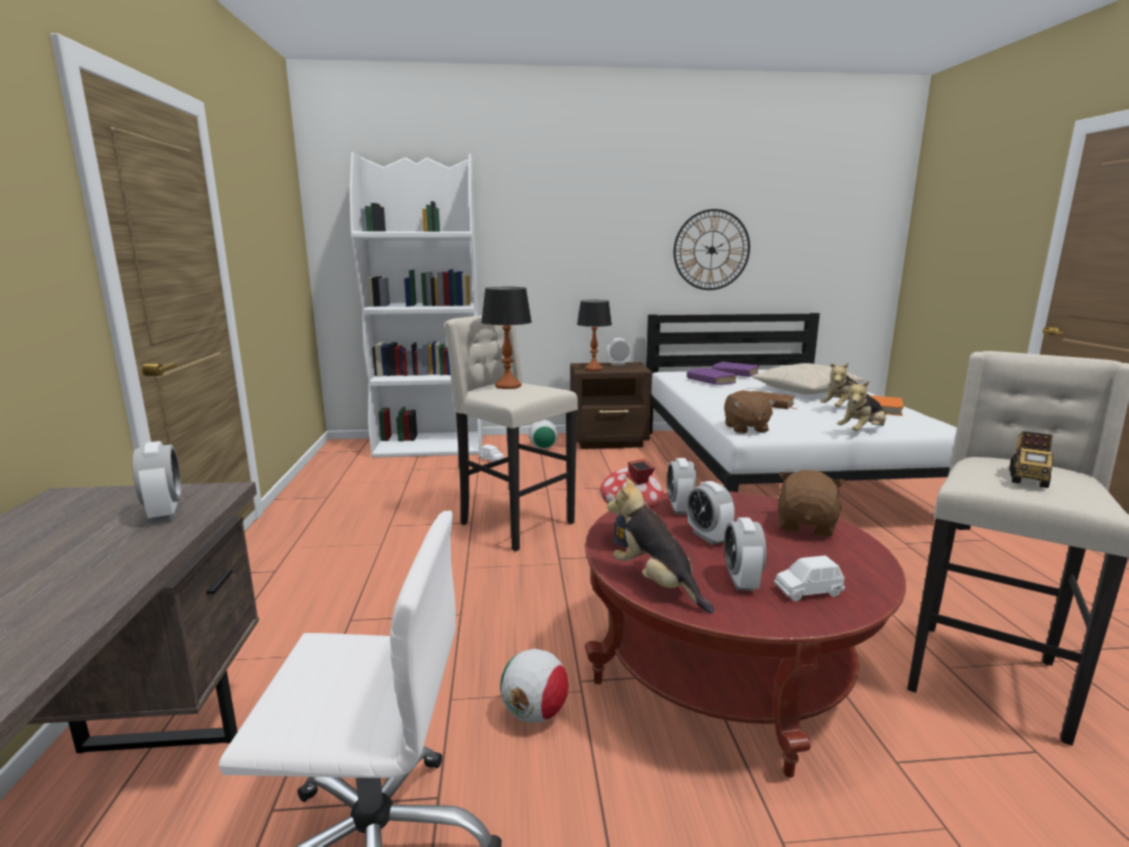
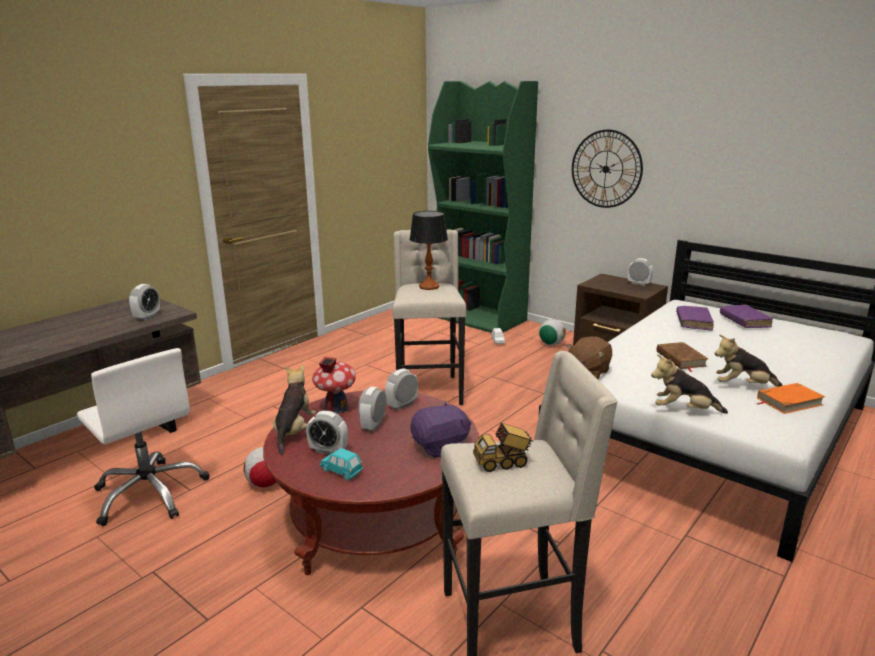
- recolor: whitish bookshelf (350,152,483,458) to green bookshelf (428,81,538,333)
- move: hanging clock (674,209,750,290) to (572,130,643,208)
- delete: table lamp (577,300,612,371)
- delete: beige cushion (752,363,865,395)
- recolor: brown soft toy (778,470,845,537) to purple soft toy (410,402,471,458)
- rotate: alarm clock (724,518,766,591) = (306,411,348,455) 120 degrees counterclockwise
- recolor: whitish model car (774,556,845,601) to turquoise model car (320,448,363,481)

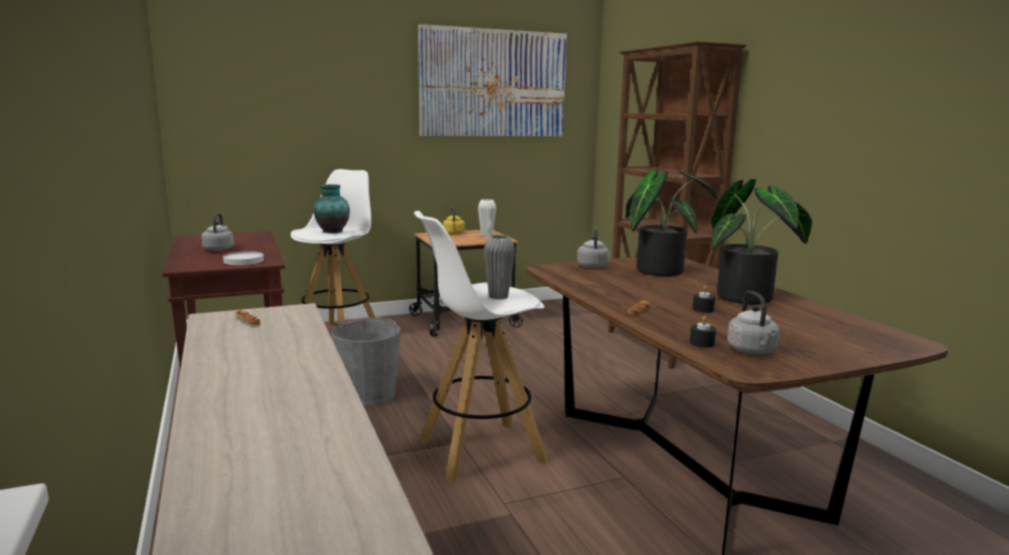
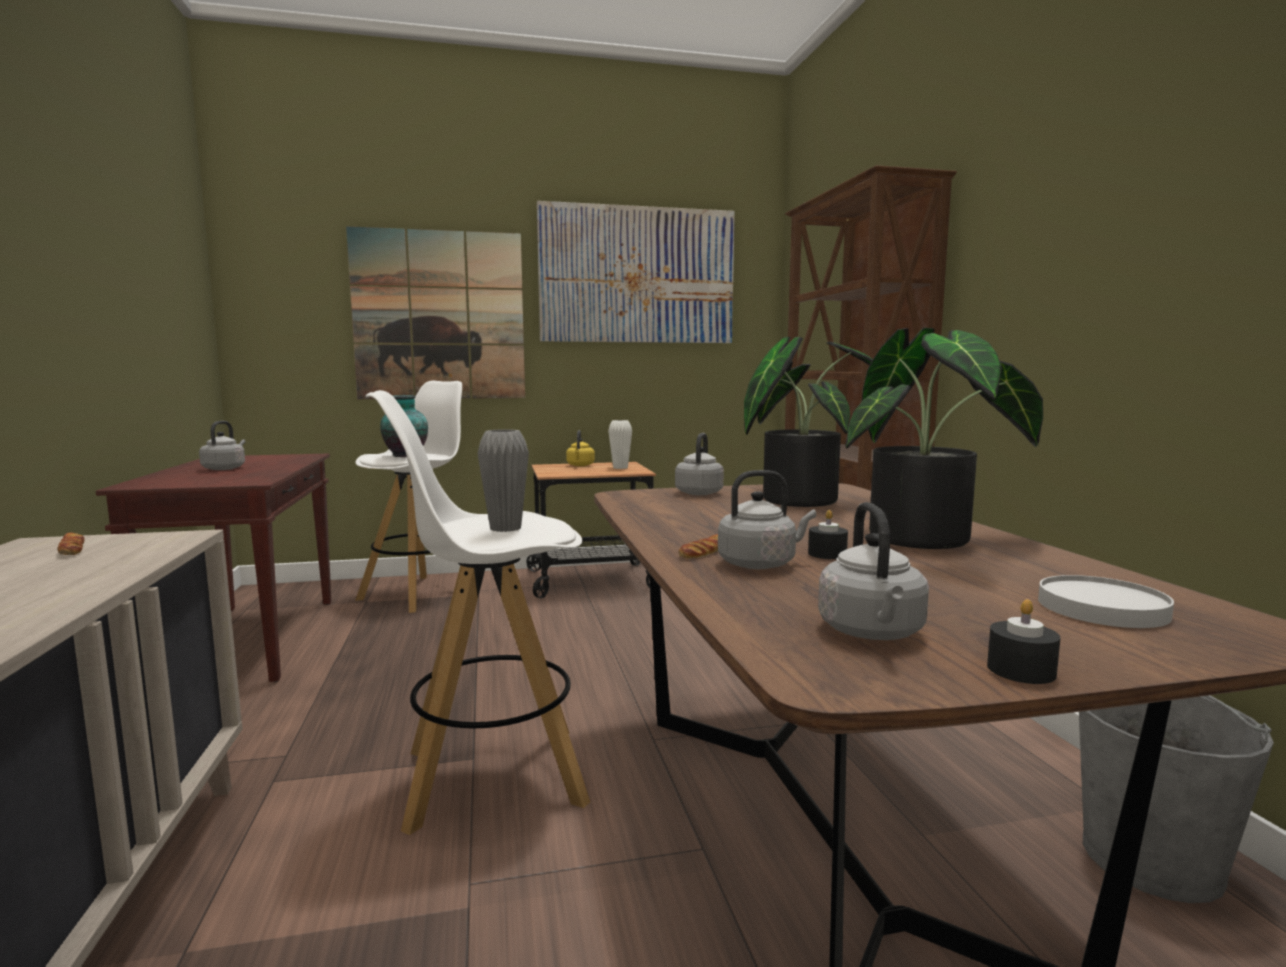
- move: whitish dinner plate (223,251,264,265) to (1038,575,1174,628)
- move: blackish wax light (690,315,716,348) to (987,599,1060,684)
- move: greyish water bucket (332,318,401,406) to (1079,695,1274,903)
- insert: picture (346,226,525,399)
- insert: greyish tea kettle (718,470,816,569)

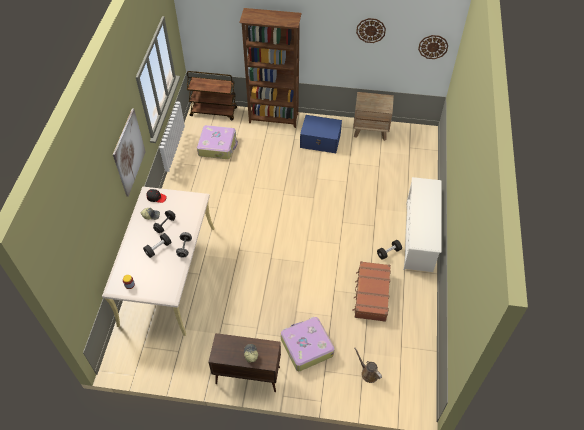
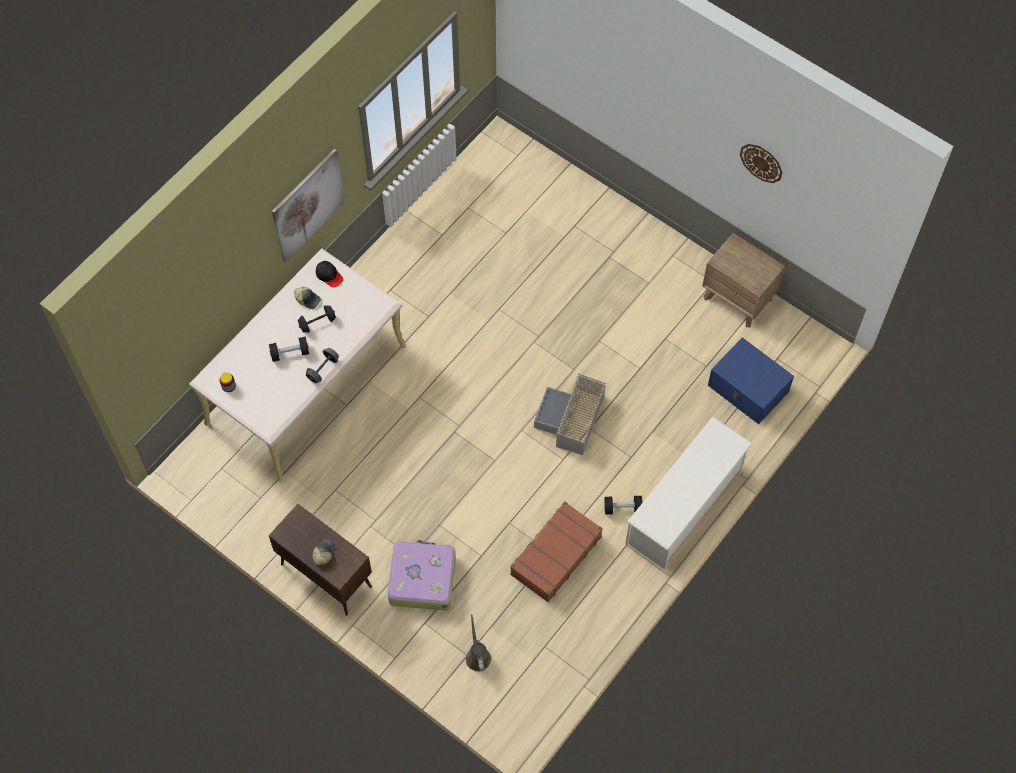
- delete: brown bookshelf (239,8,302,128)
- delete: hanging clock (418,35,448,59)
- delete: brown cart (187,71,237,120)
- move: blue-coloured storage box (300,115,342,153) to (708,337,794,424)
- delete: piece of luggage (197,125,238,159)
- insert: greyish storage box (534,374,606,455)

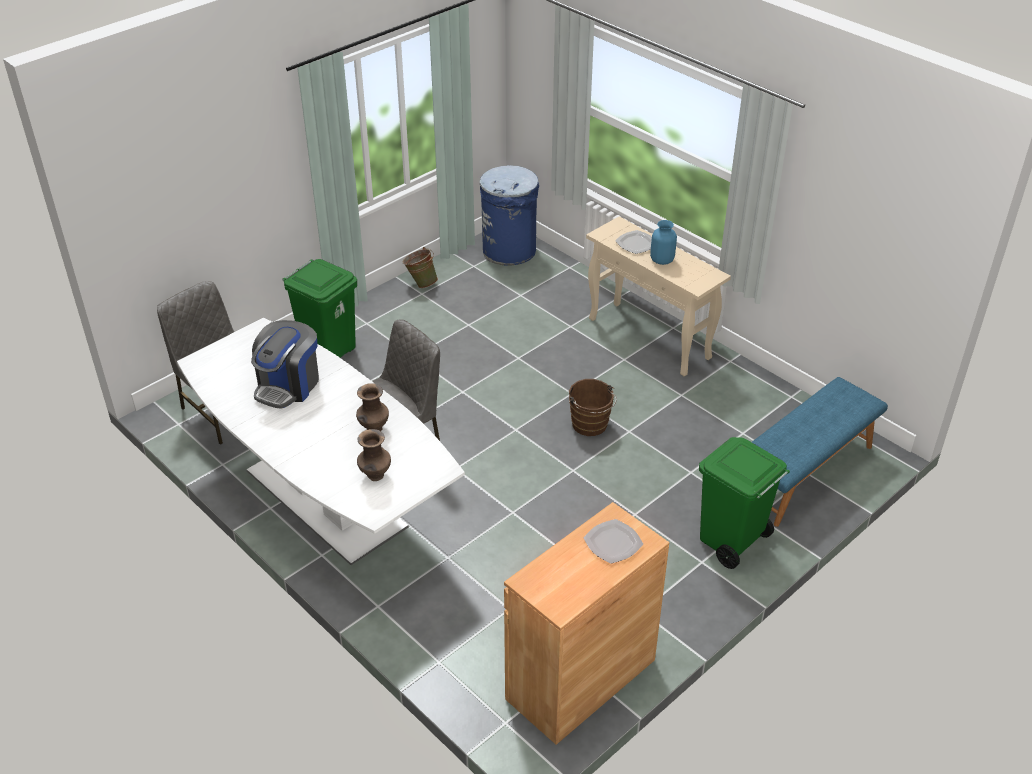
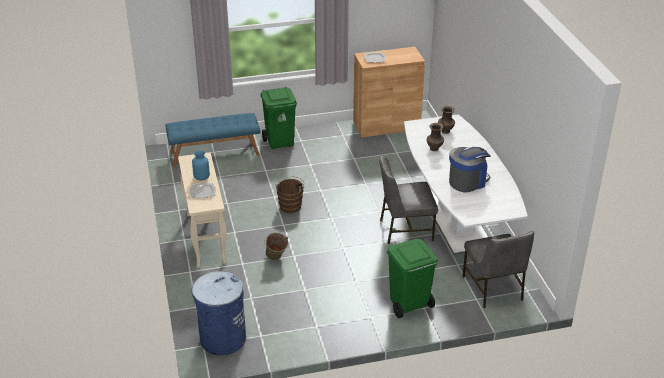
- move: green water bucket (403,247,438,288) to (264,232,288,260)

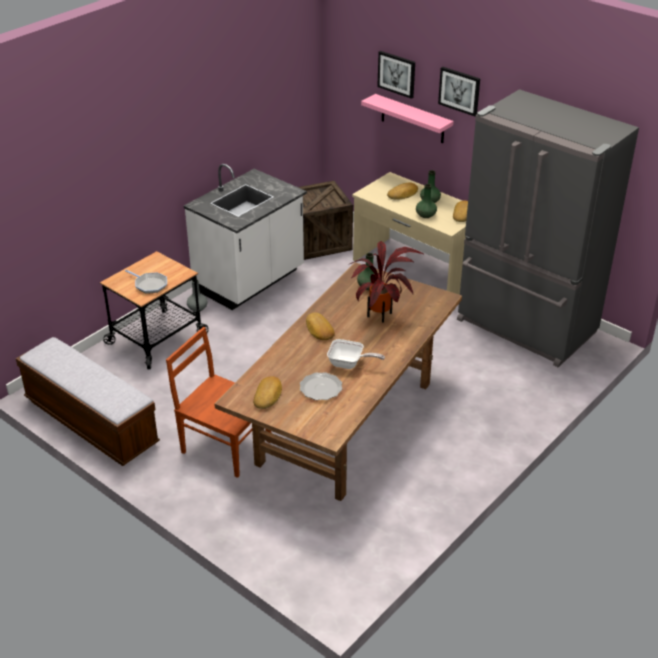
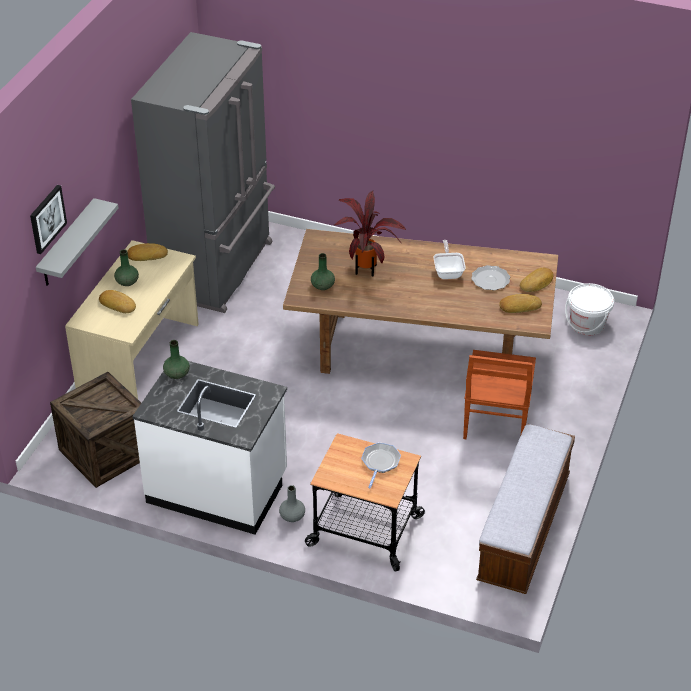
- delete: picture (438,67,480,116)
- recolor: pinkish shelf (361,94,454,143) to greyish shelf (36,198,118,286)
- move: green flower vase (416,184,437,218) to (163,340,190,379)
- move: bread (306,312,335,340) to (520,268,554,292)
- insert: whitish water bucket (565,283,614,335)

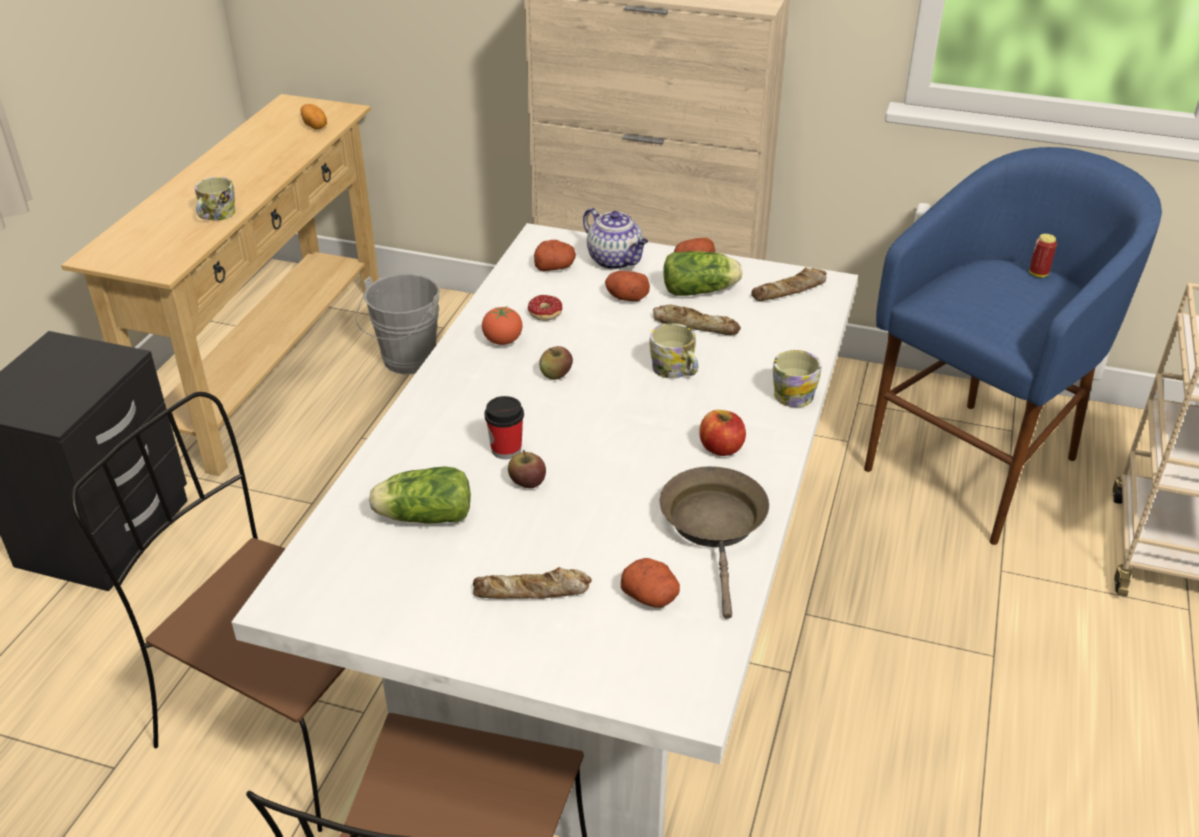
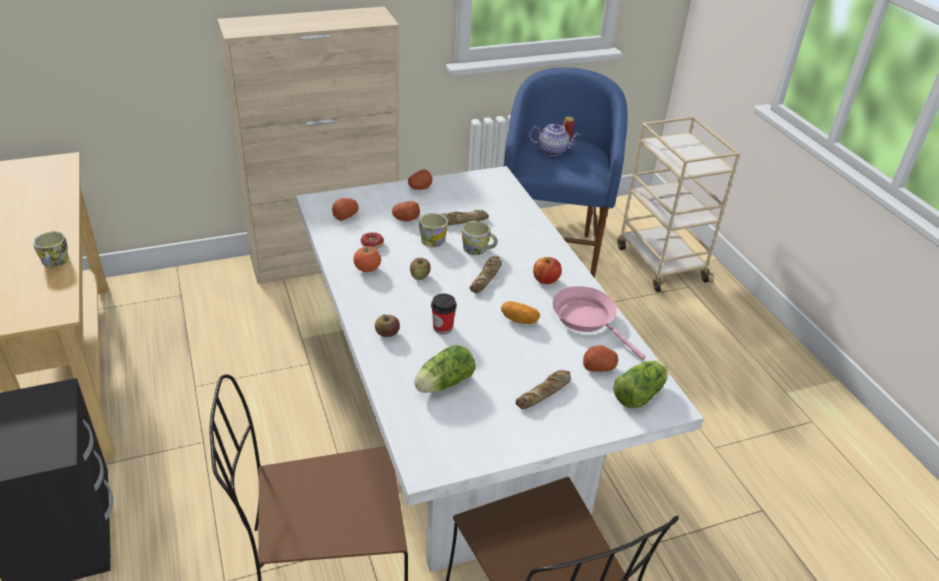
- move: spud (300,104,327,129) to (501,301,540,324)
- move: teapot (583,208,648,269) to (529,123,581,156)
- move: lettuce (663,251,742,296) to (613,361,668,408)
- move: bread (751,267,827,301) to (470,256,502,293)
- delete: greyish water bucket (356,273,440,374)
- move: coffee mug (773,350,822,407) to (419,213,448,247)
- move: apple (508,450,546,488) to (375,314,400,337)
- recolor: brown skillet (660,466,769,619) to pinkish skillet (552,286,646,360)

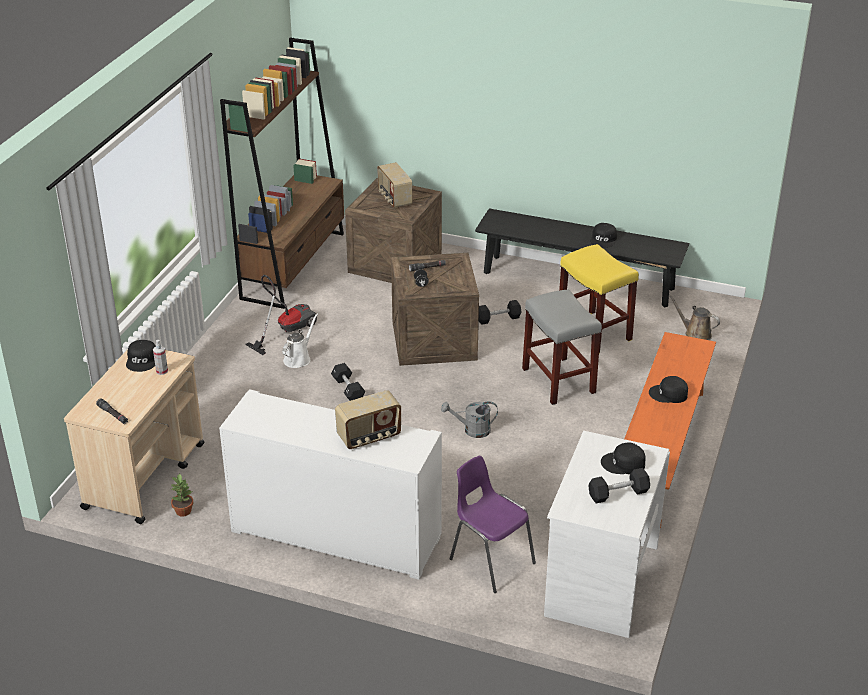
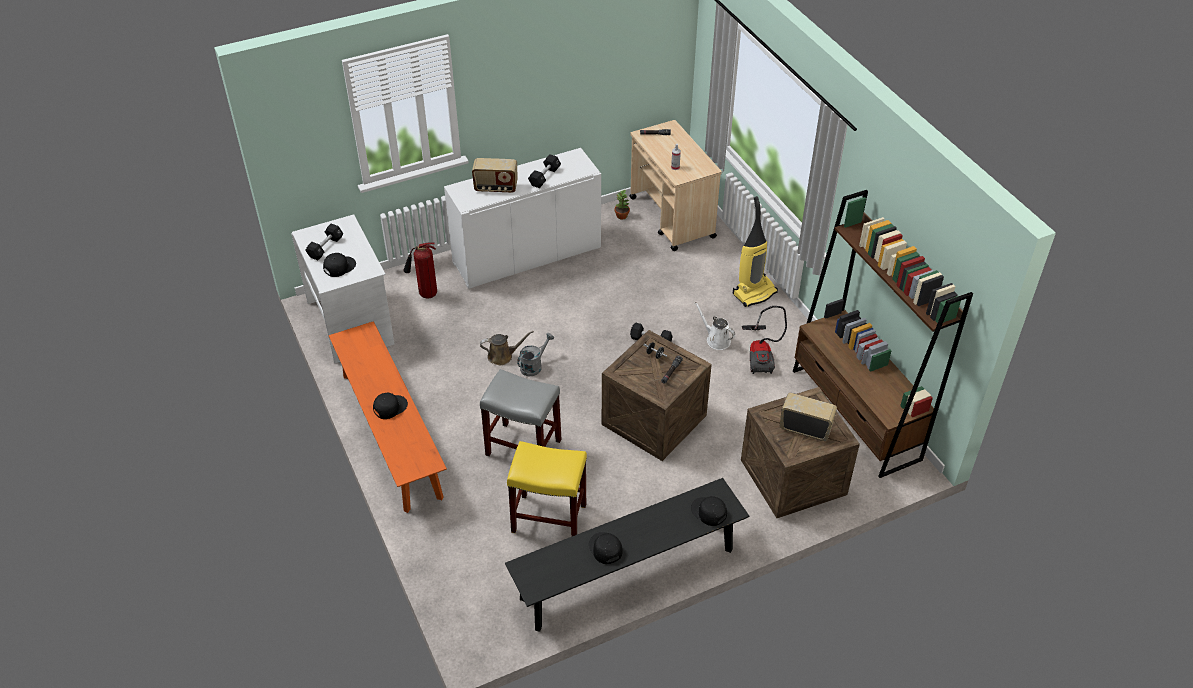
- move: brown watering can (668,294,720,340) to (480,331,534,365)
- move: blackish free weight (479,300,521,325) to (528,154,561,188)
- rotate: whitish watering can (282,314,318,368) = (695,302,735,350) 150 degrees clockwise
- move: blackish peaked cap (126,340,156,372) to (691,496,727,526)
- rotate: radio (335,390,401,449) = (472,158,518,193) 105 degrees counterclockwise
- replace: purple chair (450,455,536,593) to fire-fighting cylinder (403,243,437,299)
- insert: vacuum cleaner (733,196,778,307)

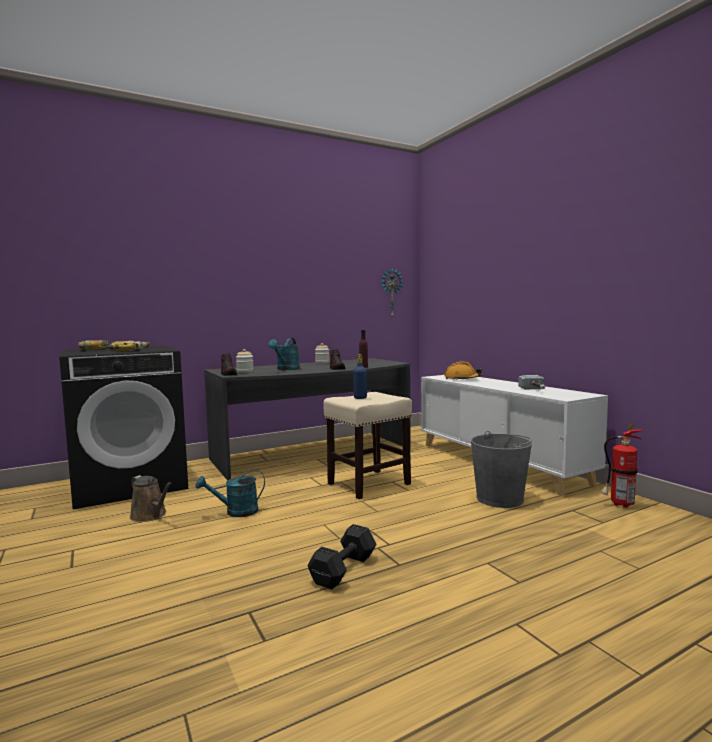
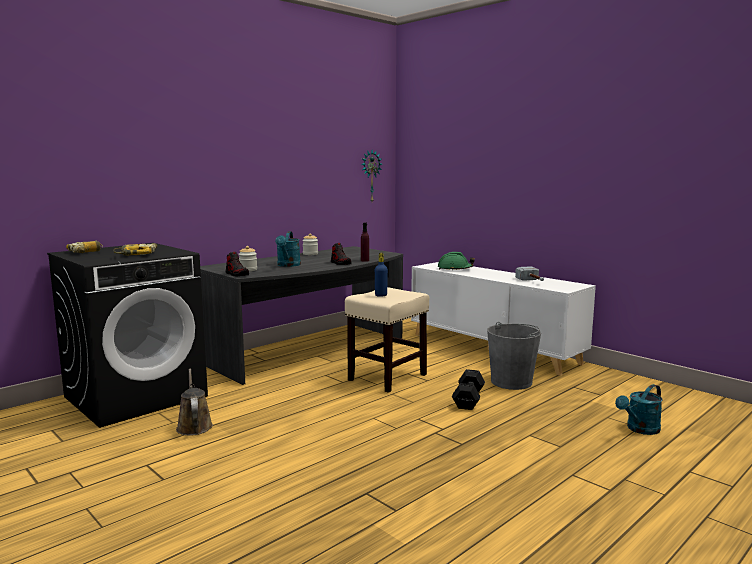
- recolor: orange safety helmet (444,361,482,379) to green safety helmet (438,252,475,271)
- delete: fire-fighting cylinder (600,424,643,508)
- move: turquoise watering can (195,470,265,517) to (615,384,663,435)
- rotate: brown watering can (130,475,172,522) = (176,369,213,436) 135 degrees counterclockwise
- move: blackish free weight (307,524,377,590) to (452,369,485,410)

